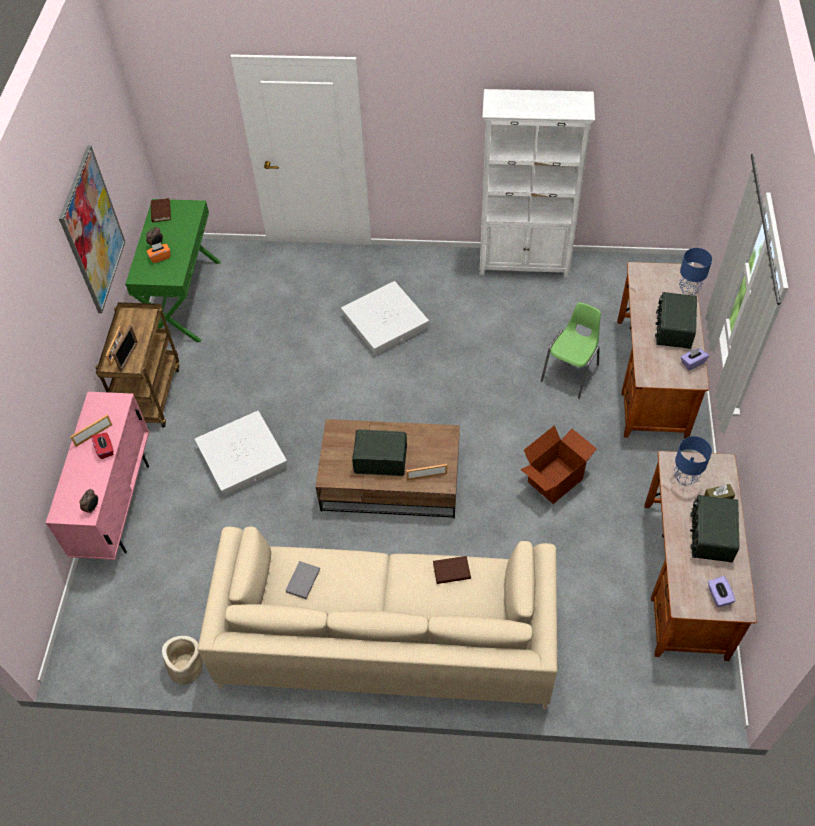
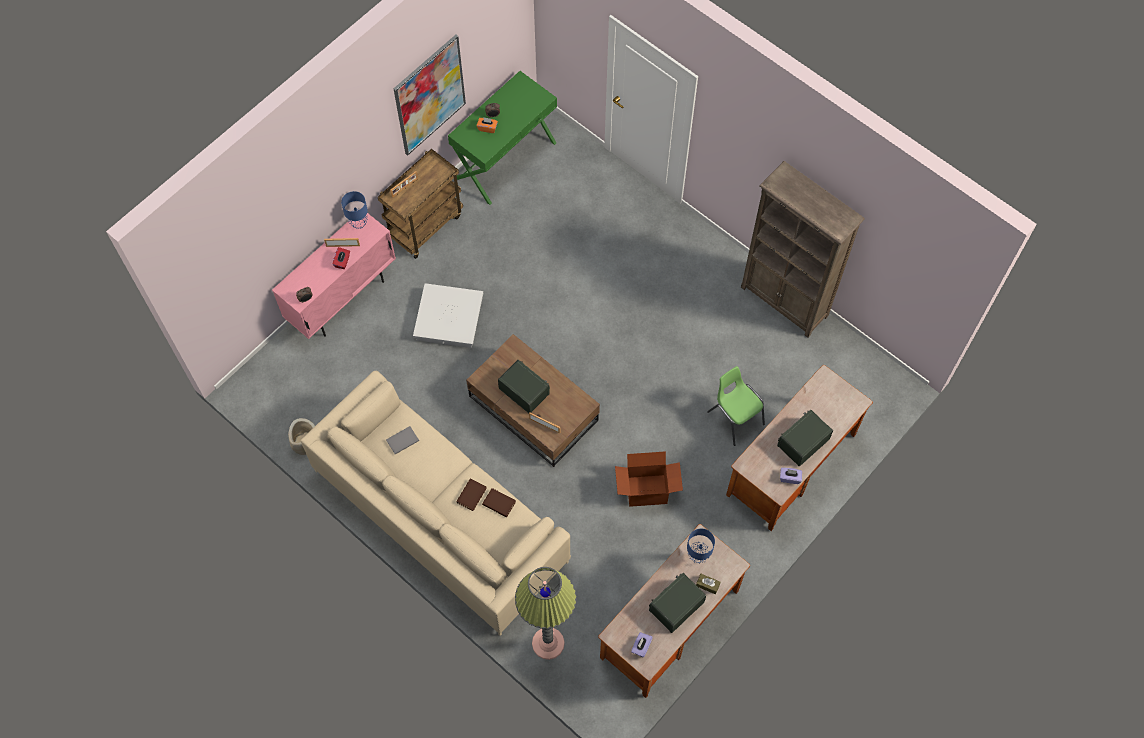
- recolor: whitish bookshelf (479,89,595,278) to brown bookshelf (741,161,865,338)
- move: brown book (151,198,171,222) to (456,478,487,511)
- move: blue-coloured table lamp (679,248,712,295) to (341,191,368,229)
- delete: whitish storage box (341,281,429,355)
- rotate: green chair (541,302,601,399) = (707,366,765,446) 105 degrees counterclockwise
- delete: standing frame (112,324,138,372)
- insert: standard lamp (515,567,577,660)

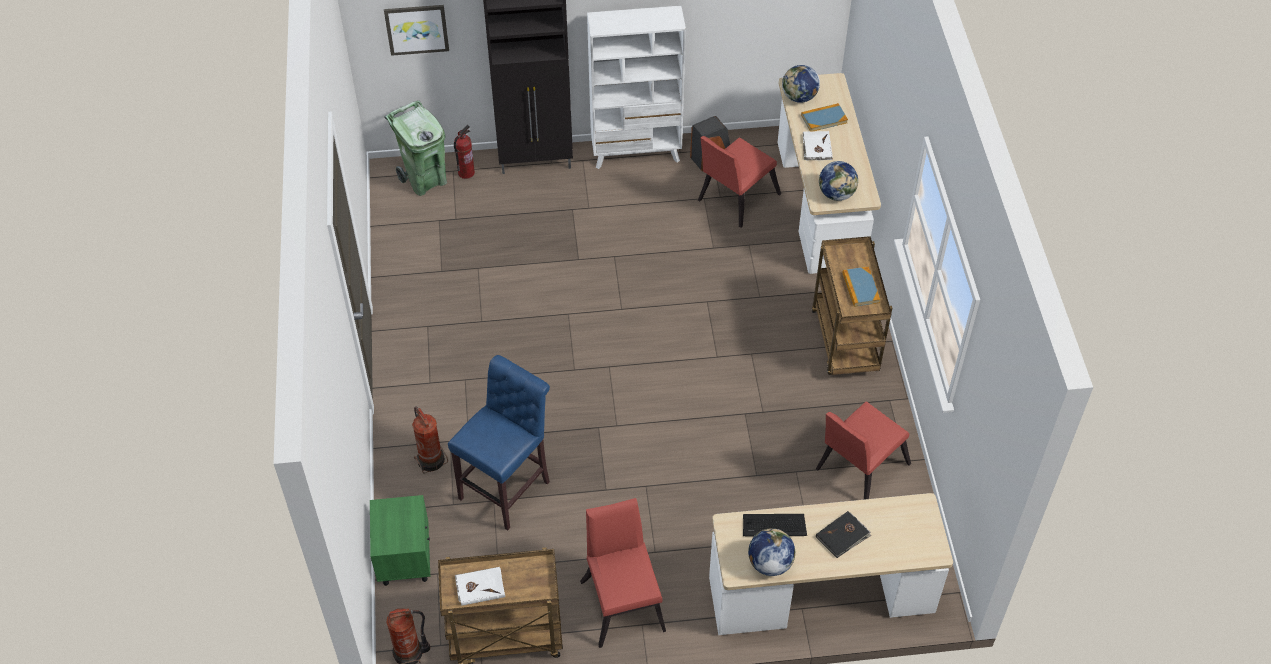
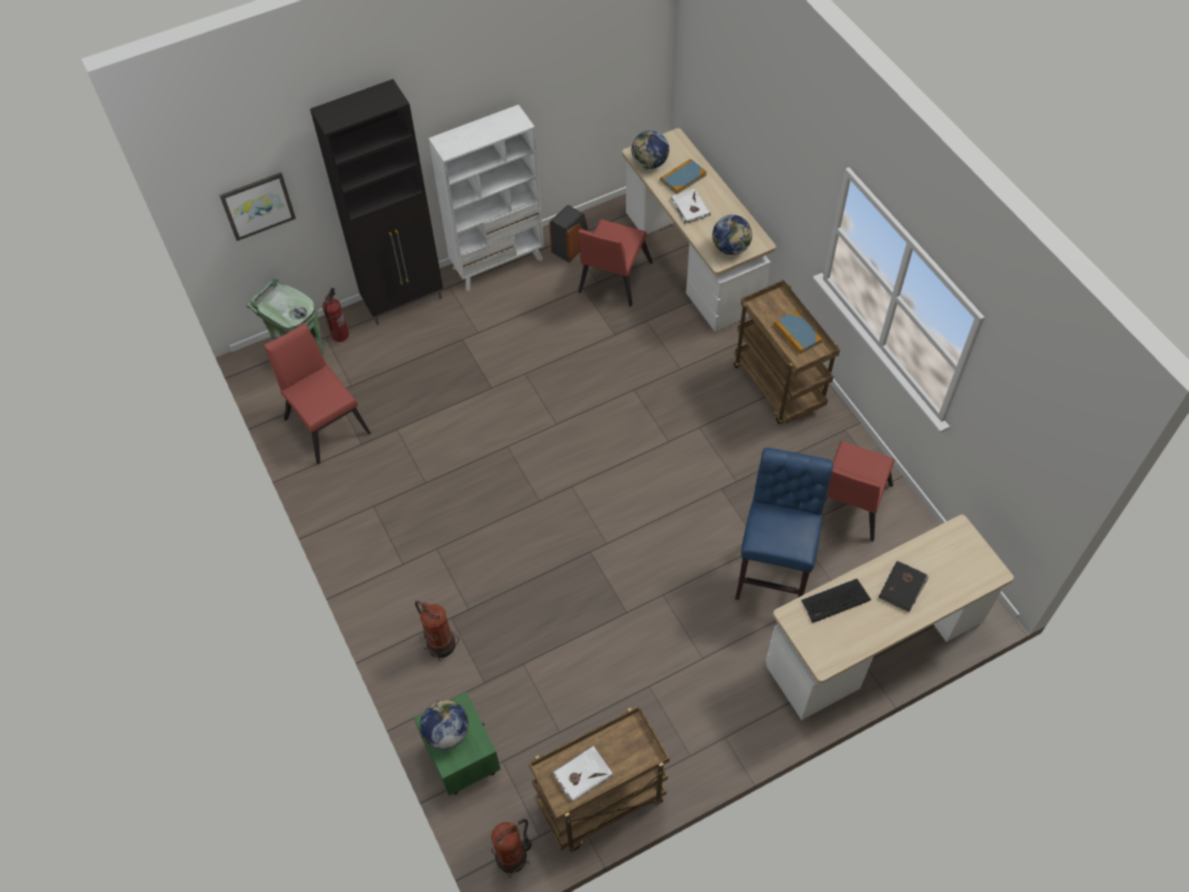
- move: blue-coloured sitting stool (448,355,550,530) to (735,448,833,600)
- move: red-coloured chair (580,498,666,648) to (264,323,371,464)
- move: globe (748,528,795,576) to (420,699,469,750)

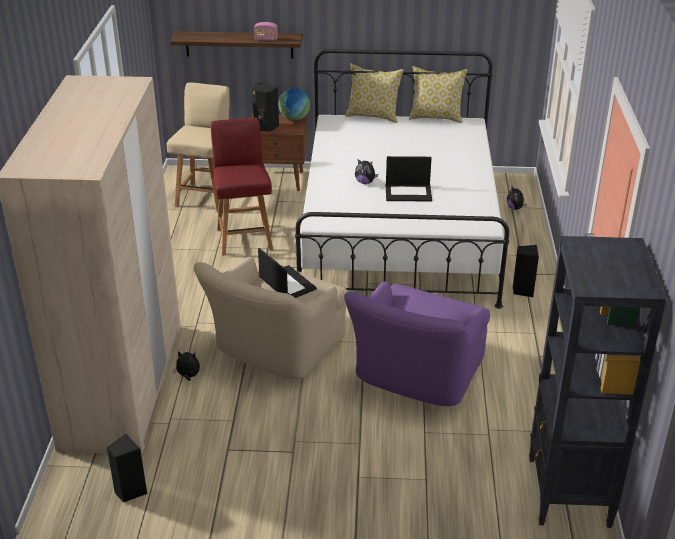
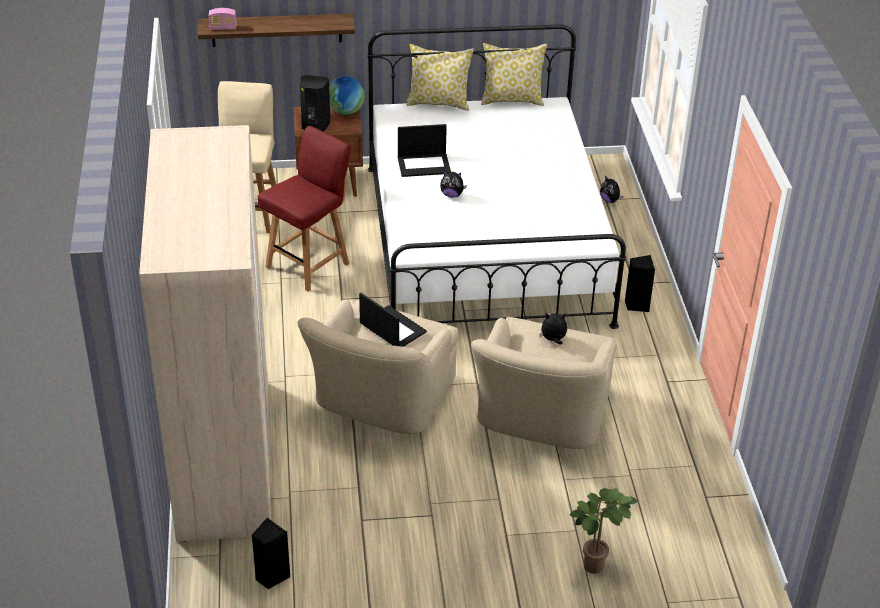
- move: radio (254,22,278,41) to (209,8,237,30)
- rotate: red-coloured chair (211,118,273,256) = (258,126,351,291) 60 degrees clockwise
- move: notebook computer (386,156,432,201) to (398,124,451,177)
- delete: blackish bookshelf (529,236,666,528)
- recolor: purple lounge chair (344,281,490,406) to beige lounge chair (471,317,616,449)
- move: soft toy (173,351,200,381) to (540,313,567,344)
- insert: houseplant (570,488,638,574)

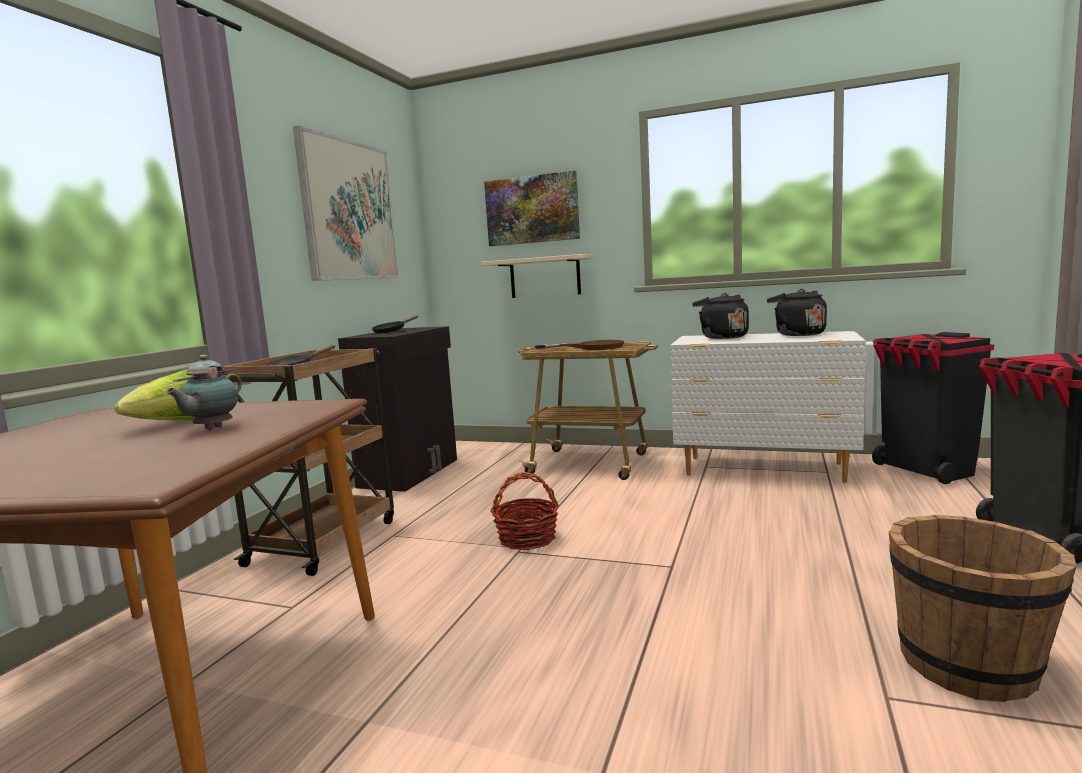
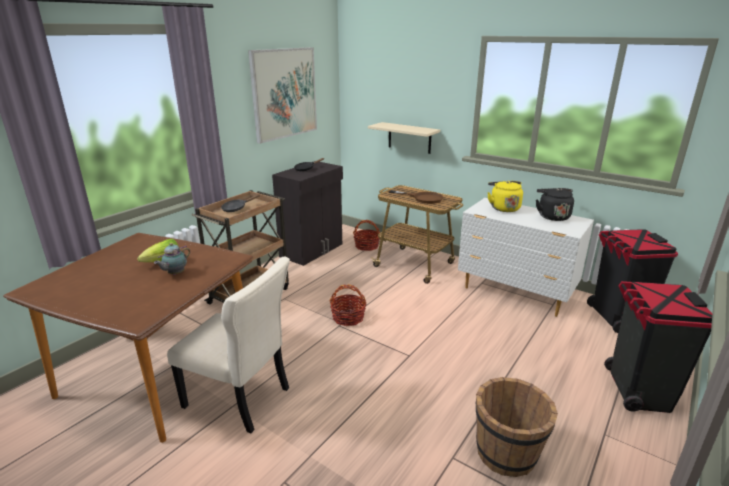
- delete: picture (484,170,580,246)
- recolor: blackish tea kettle (692,293,749,339) to yellow-coloured tea kettle (487,181,523,212)
- insert: basket (353,220,380,251)
- insert: beige chair (167,257,290,433)

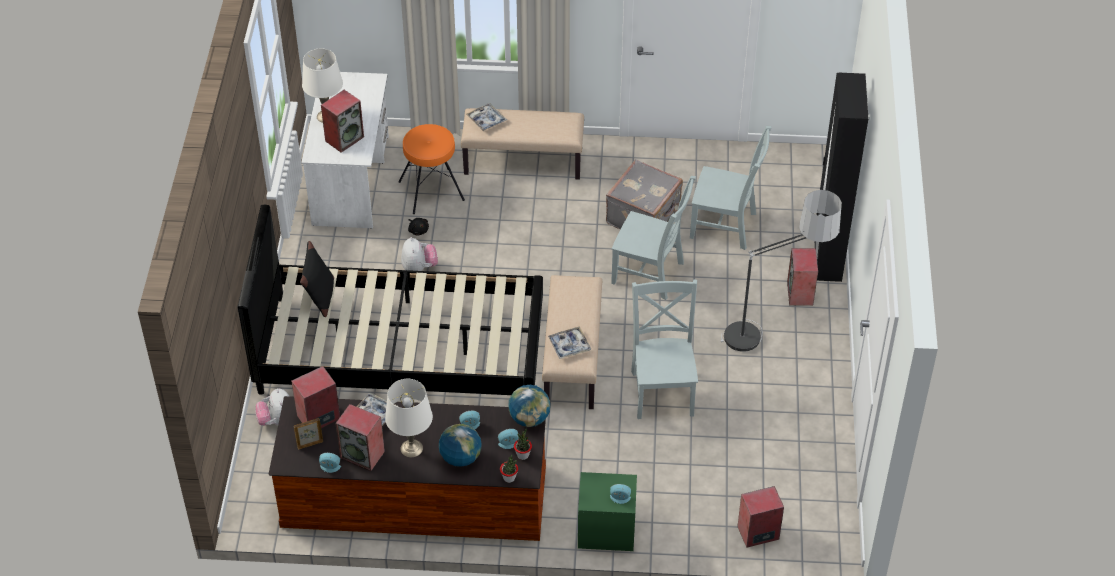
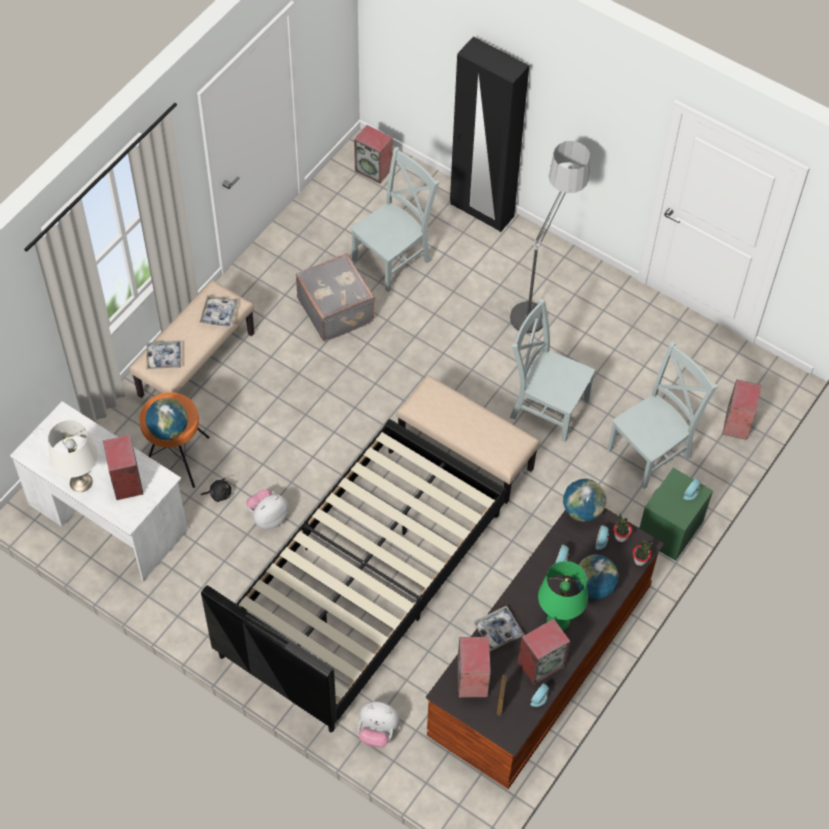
- move: greyish chair (611,176,696,300) to (607,341,718,489)
- rotate: soft toy (401,237,438,271) = (246,489,288,529) 60 degrees counterclockwise
- delete: blackish cushion (300,241,334,317)
- move: audio speaker (787,248,818,306) to (354,125,393,183)
- move: serving tray (548,326,591,359) to (199,295,238,327)
- recolor: whitish table lamp (385,379,433,457) to green table lamp (538,561,588,631)
- insert: globe (146,398,188,440)

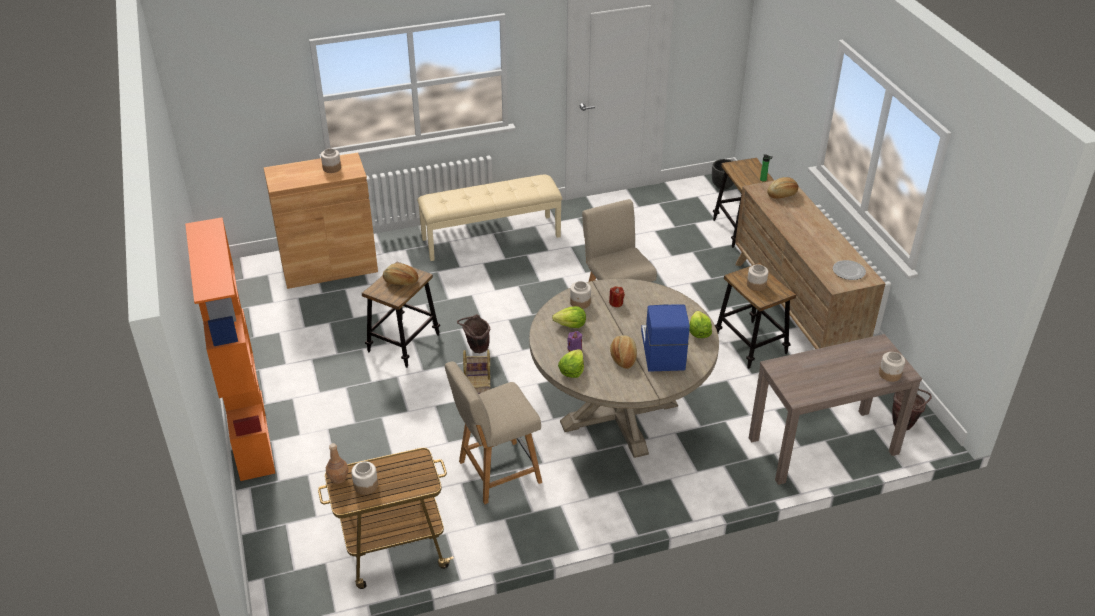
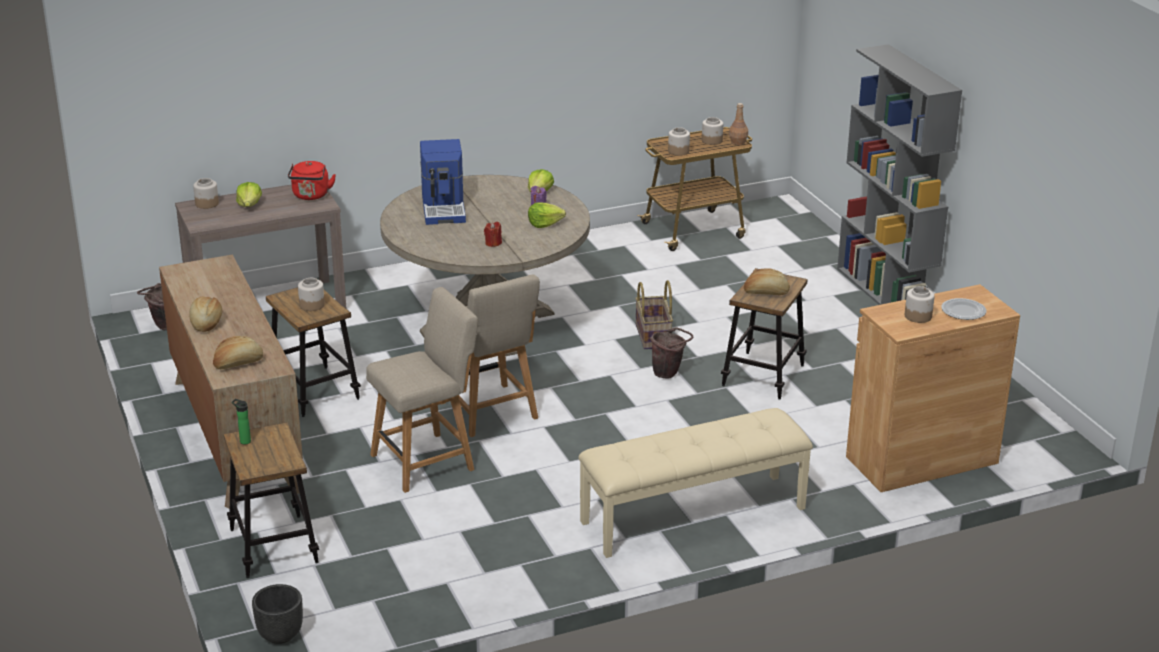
- recolor: orange bookshelf (185,217,275,481) to greyish bookshelf (837,44,962,305)
- move: dinner plate (833,260,866,280) to (941,298,986,320)
- move: storage jar (570,281,591,309) to (668,127,690,156)
- move: lettuce (689,311,712,338) to (236,182,262,207)
- move: bread (610,335,637,369) to (190,296,222,332)
- move: beige chair (445,361,542,504) to (366,287,478,493)
- insert: red-coloured tea kettle (288,161,336,200)

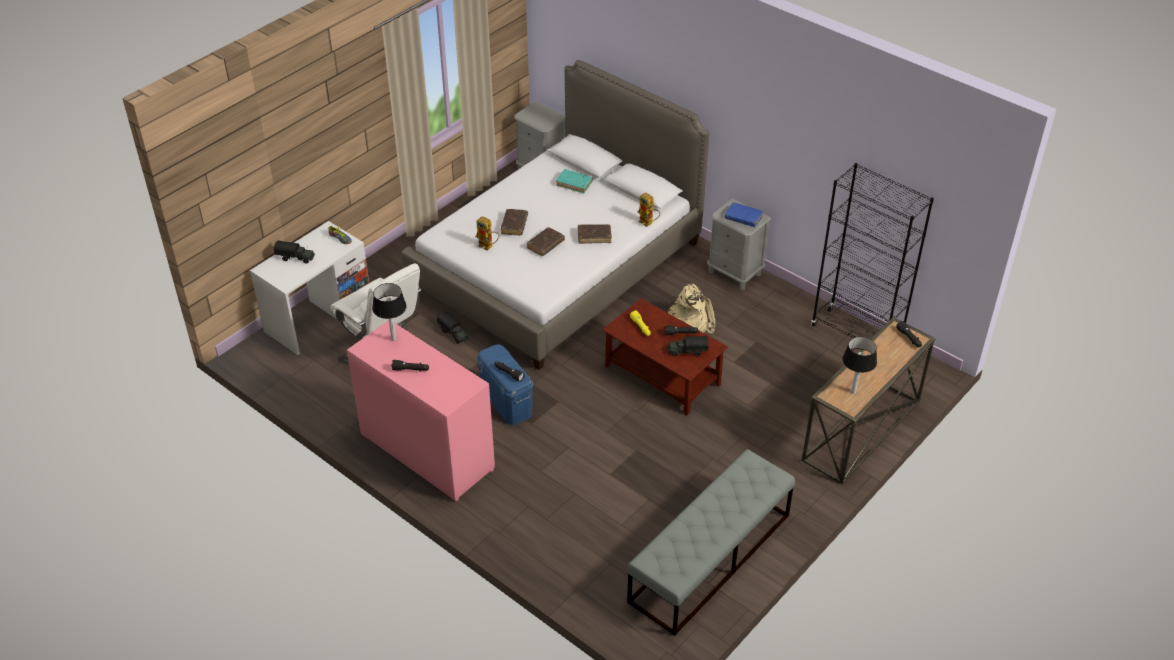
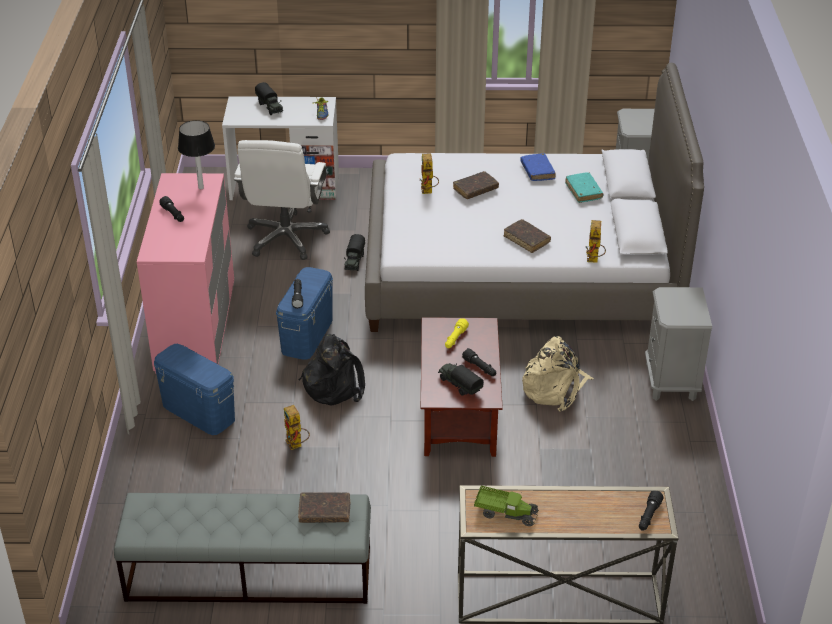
- delete: blackish bookshelf (811,163,934,338)
- move: blue-coloured book (725,202,763,227) to (520,153,556,181)
- move: brown book (526,227,565,256) to (298,492,350,523)
- replace: table lamp (842,336,877,394) to toy truck (474,485,539,526)
- insert: blackish backpack (299,334,365,405)
- insert: blue-coloured storage box (154,344,235,435)
- insert: model robot (284,405,310,450)

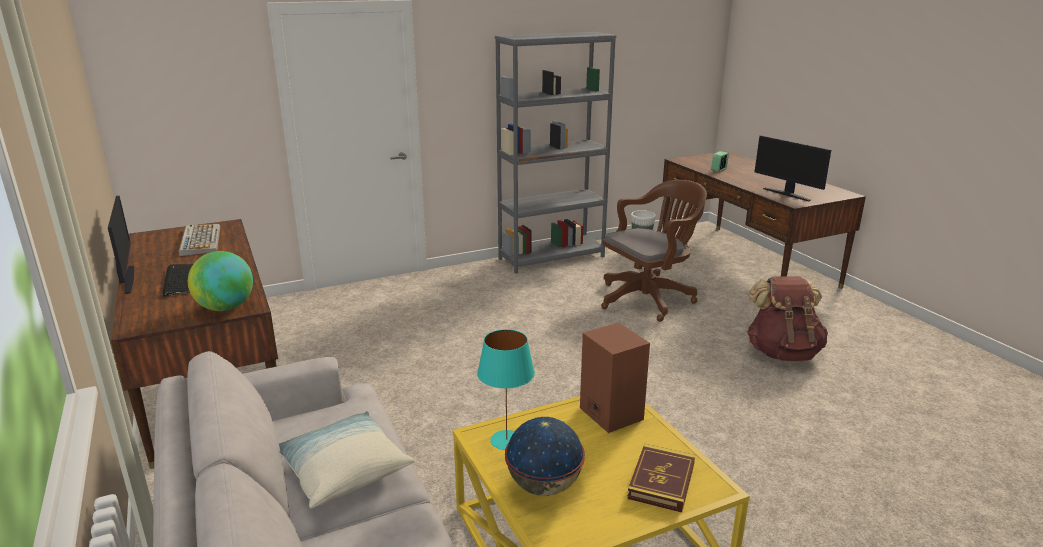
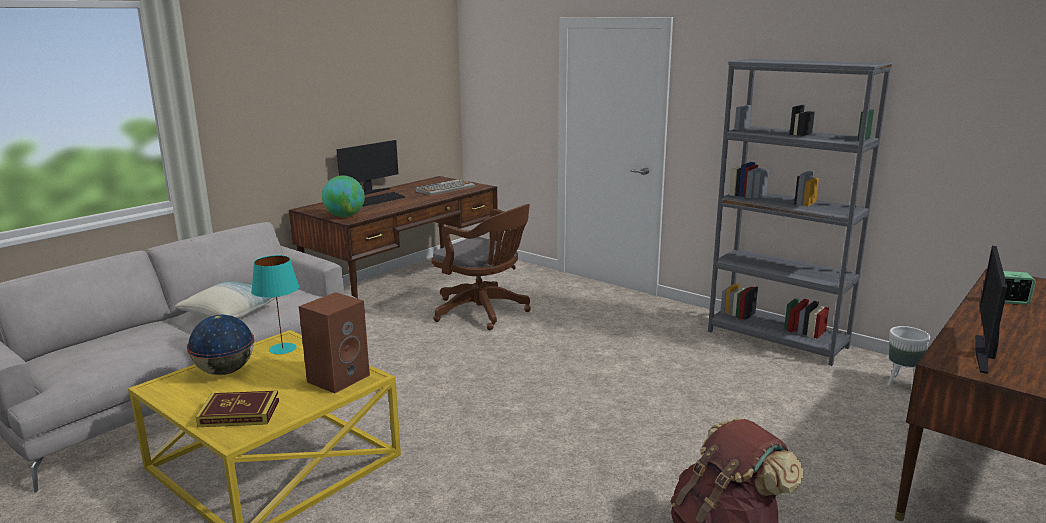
- move: brown office chair (601,180,707,322) to (431,204,531,330)

